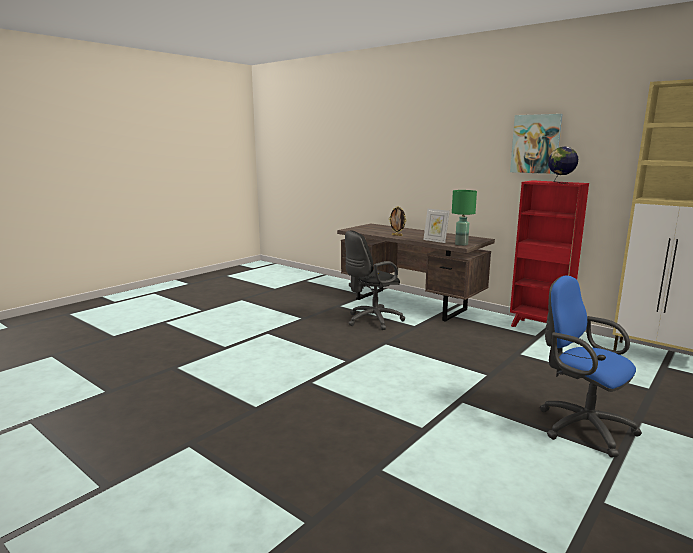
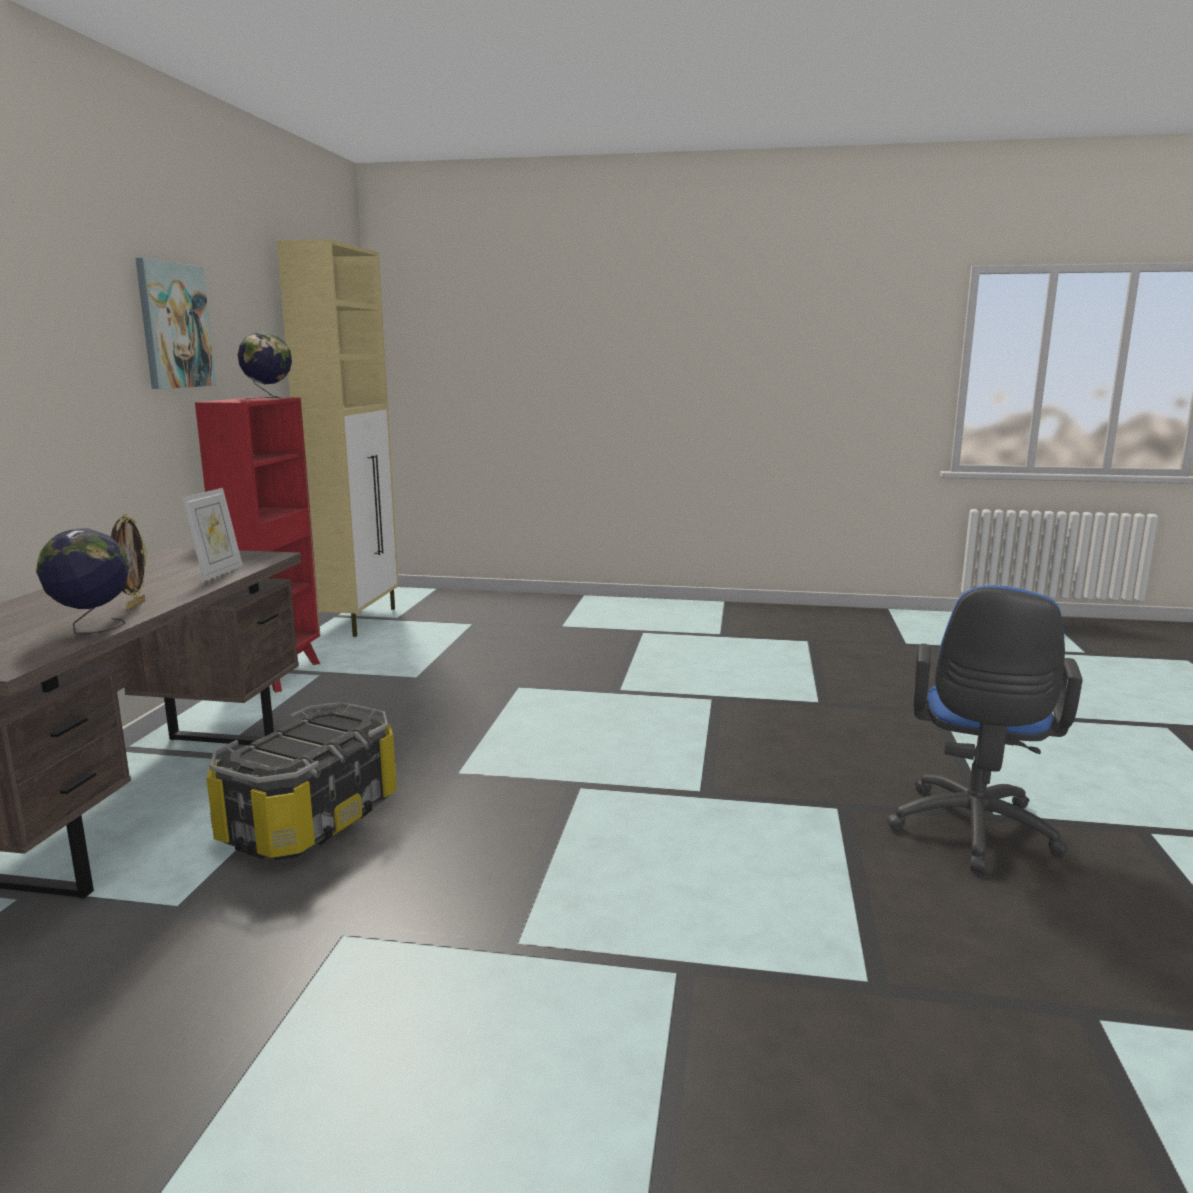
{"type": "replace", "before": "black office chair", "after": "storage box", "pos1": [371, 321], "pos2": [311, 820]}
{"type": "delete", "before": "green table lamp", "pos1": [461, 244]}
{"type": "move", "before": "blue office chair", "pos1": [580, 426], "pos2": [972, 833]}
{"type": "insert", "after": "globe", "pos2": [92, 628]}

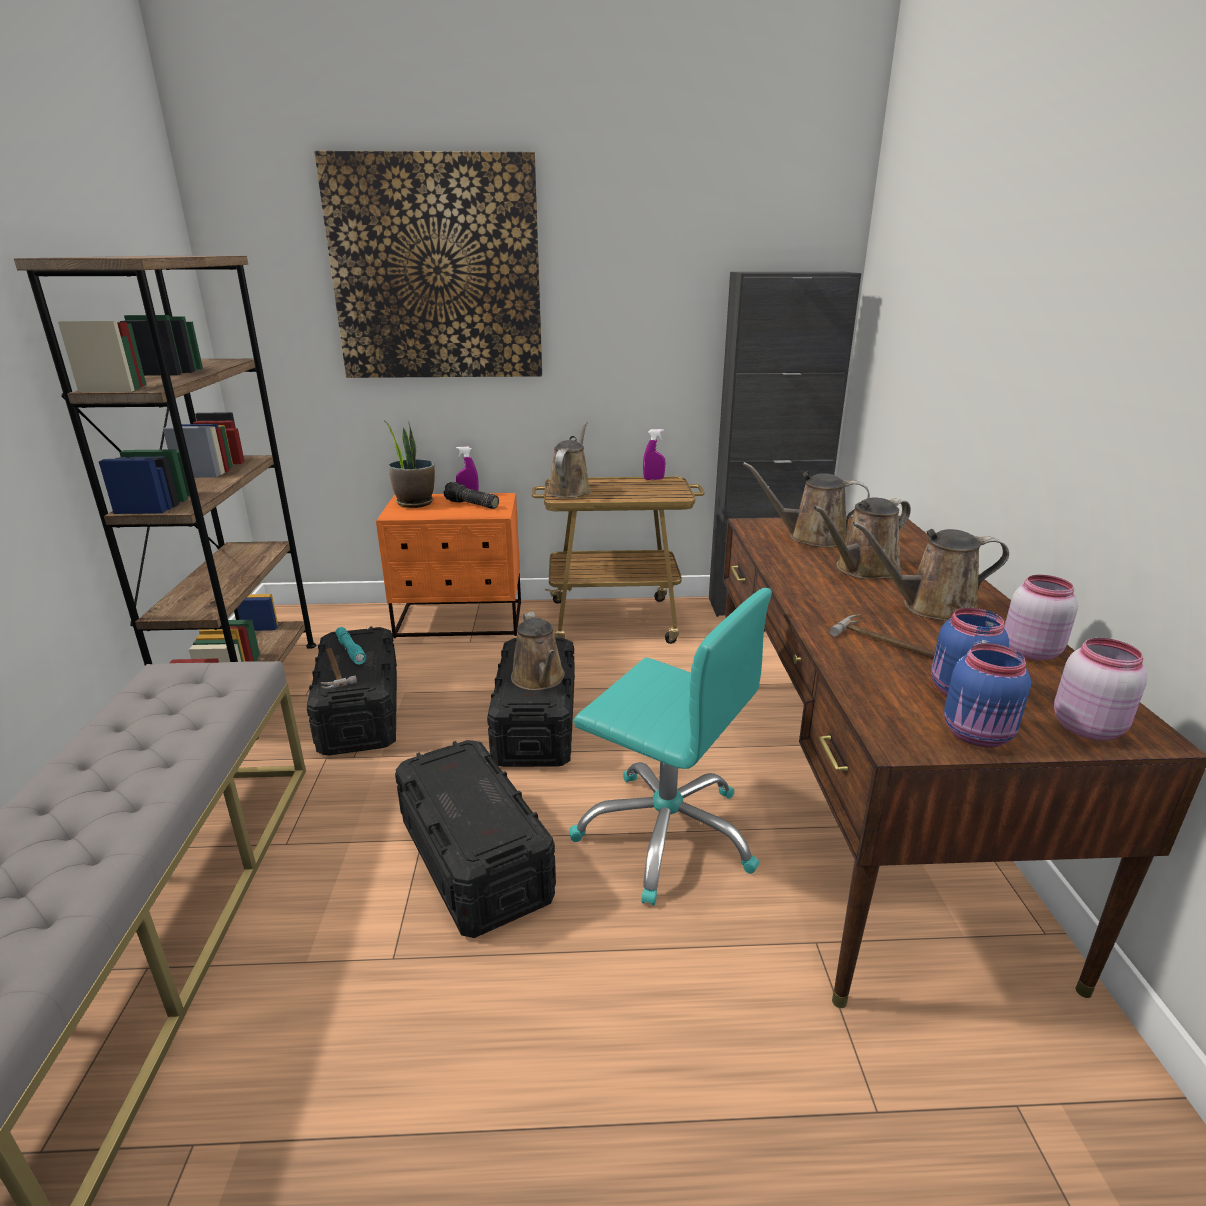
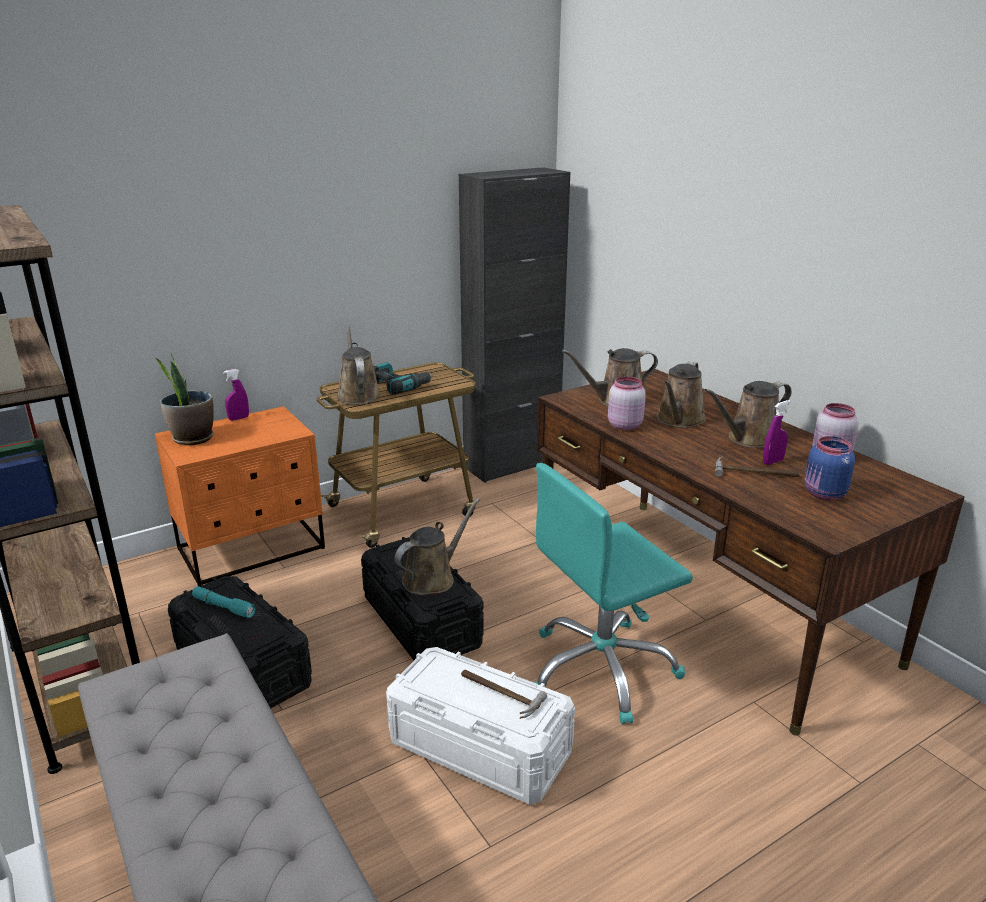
{"type": "delete", "before": "picture", "pos1": [436, 270]}
{"type": "move", "before": "hammer", "pos1": [333, 670], "pos2": [498, 693]}
{"type": "recolor", "before": "black storage box", "after": "white storage box", "pos1": [475, 859], "pos2": [479, 747]}
{"type": "delete", "before": "flashlight", "pos1": [471, 505]}
{"type": "rotate", "before": "brown watering can", "pos1": [539, 679], "pos2": [432, 578], "turn": -90}
{"type": "rotate", "before": "turquoise office chair", "pos1": [667, 833], "pos2": [602, 669], "turn": 150}
{"type": "move", "before": "purple spray bottle", "pos1": [653, 479], "pos2": [772, 462]}
{"type": "delete", "before": "blue jar", "pos1": [978, 735]}
{"type": "move", "before": "pink jar", "pos1": [1086, 726], "pos2": [624, 425]}
{"type": "insert", "after": "power drill", "pos2": [400, 386]}

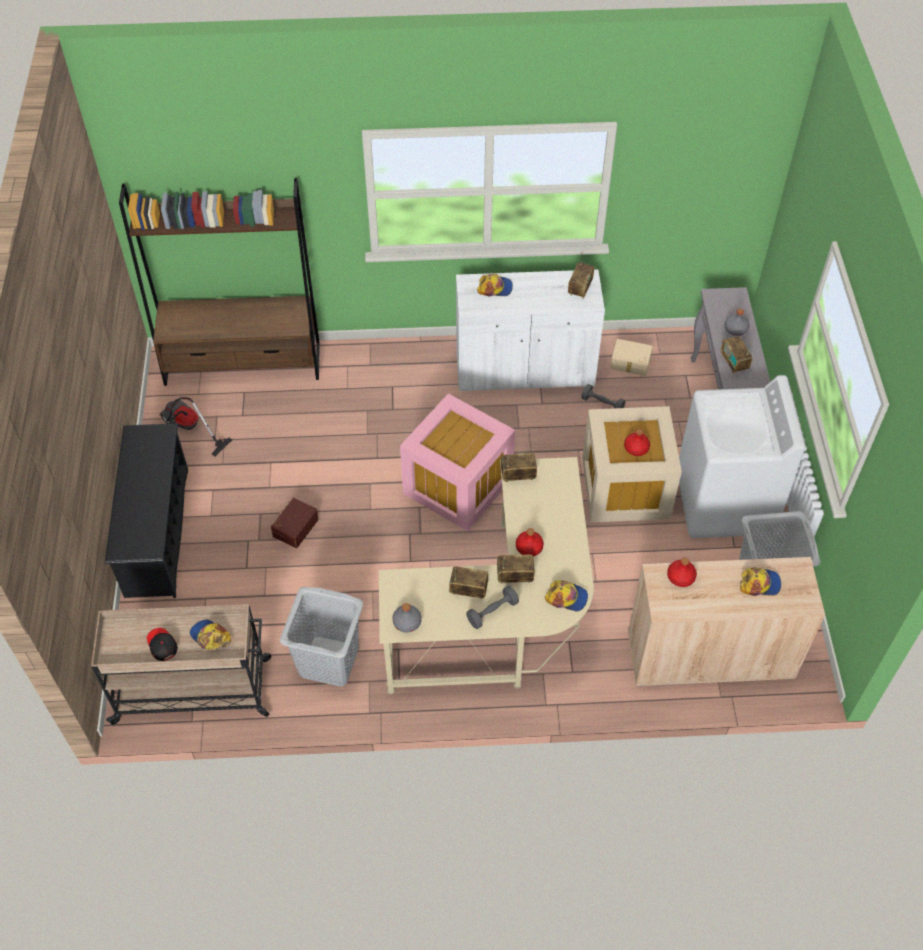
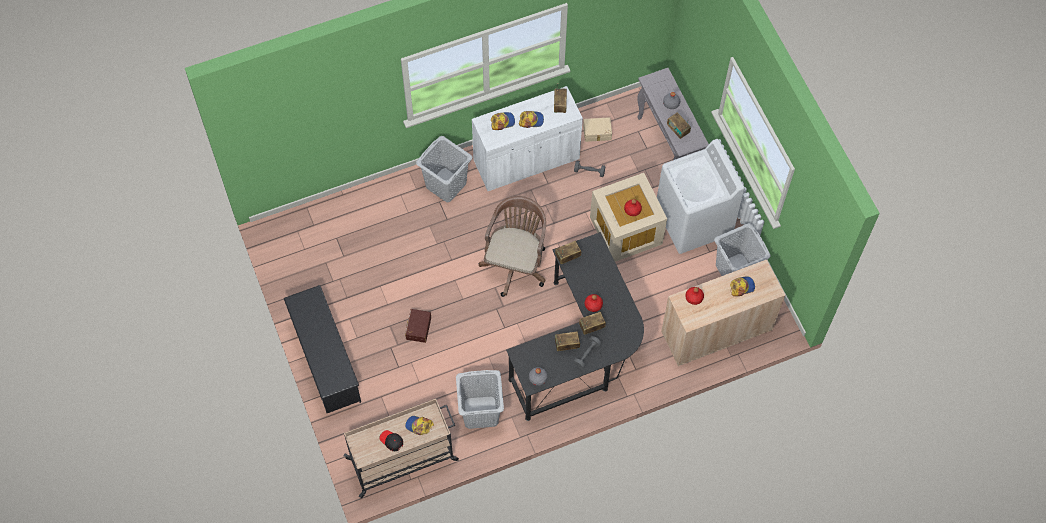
{"type": "delete", "before": "brown bookcase", "pos1": [243, 364]}
{"type": "delete", "before": "vacuum cleaner", "pos1": [188, 429]}
{"type": "recolor", "before": "beige desk", "after": "black desk", "pos1": [504, 620], "pos2": [580, 349]}
{"type": "replace", "before": "pink storage box", "after": "brown office chair", "pos1": [459, 485], "pos2": [515, 263]}
{"type": "move", "before": "cap", "pos1": [567, 597], "pos2": [531, 120]}
{"type": "insert", "after": "grey laundry basket", "pos2": [446, 184]}

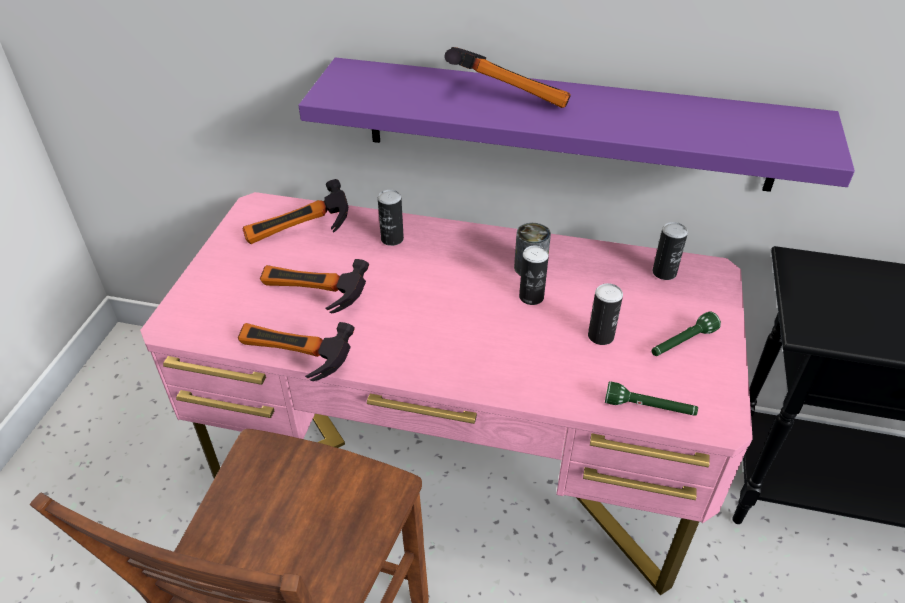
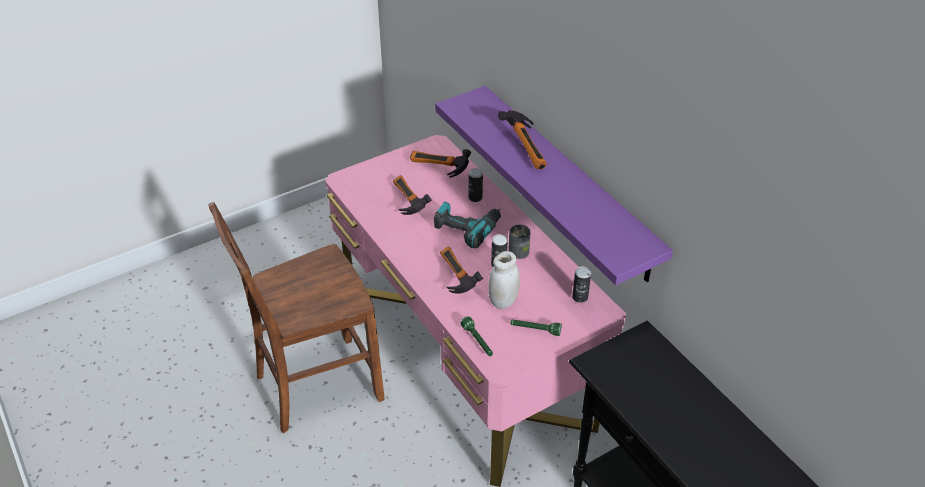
{"type": "move", "before": "hammer", "pos1": [292, 363], "pos2": [453, 278]}
{"type": "replace", "before": "can", "after": "white jar", "pos1": [600, 336], "pos2": [503, 301]}
{"type": "insert", "after": "power drill", "pos2": [467, 227]}

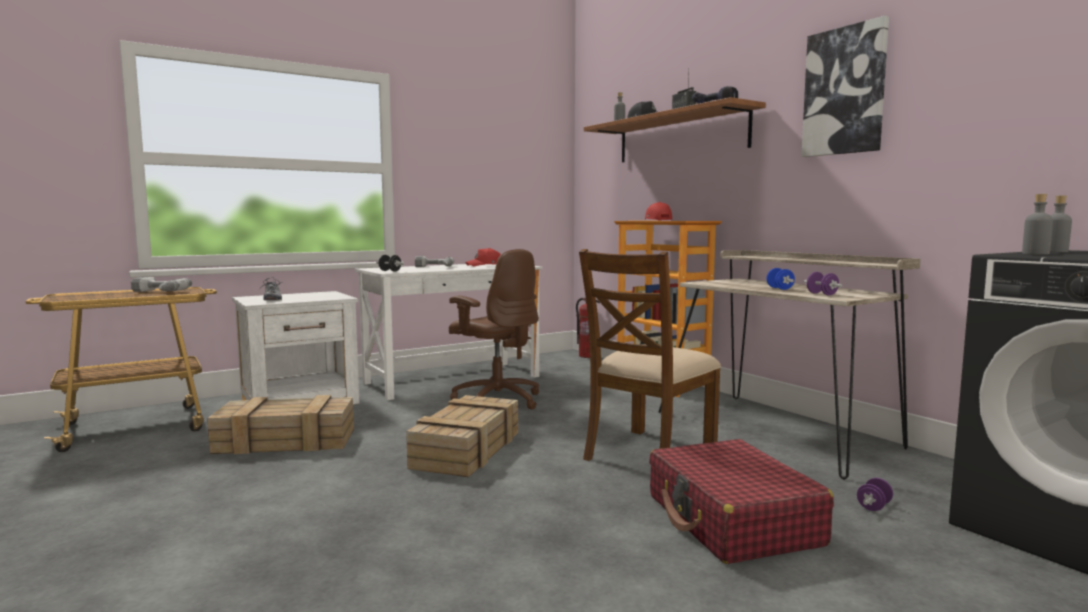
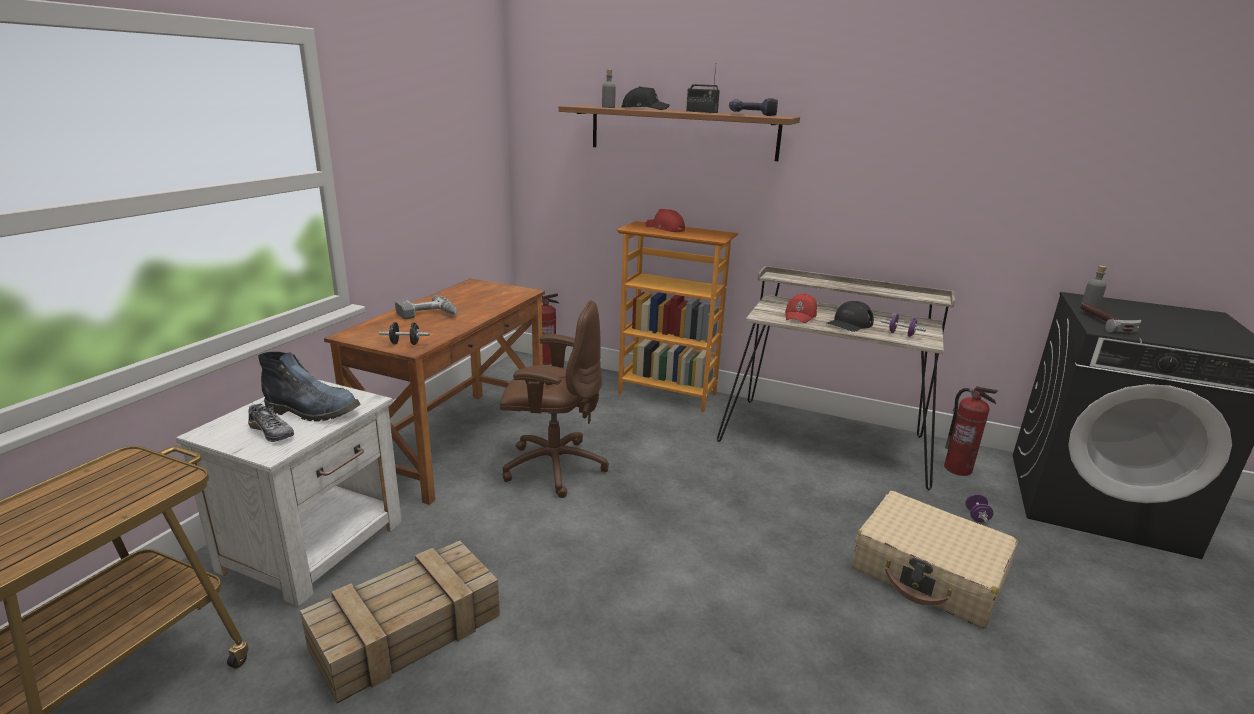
{"type": "delete", "before": "power drill", "pos1": [157, 292]}
{"type": "recolor", "before": "white desk", "after": "brown desk", "pos1": [452, 380], "pos2": [456, 442]}
{"type": "delete", "before": "crate", "pos1": [466, 450]}
{"type": "move", "before": "red cap", "pos1": [485, 265], "pos2": [801, 316]}
{"type": "delete", "before": "brown chair", "pos1": [648, 453]}
{"type": "recolor", "before": "red suitcase", "after": "beige suitcase", "pos1": [732, 520], "pos2": [929, 573]}
{"type": "replace", "before": "blue dumbbell", "after": "black cap", "pos1": [780, 288], "pos2": [849, 323]}
{"type": "delete", "before": "picture", "pos1": [844, 91]}
{"type": "replace", "before": "grey bottle", "after": "hammer", "pos1": [1035, 254], "pos2": [1106, 322]}
{"type": "insert", "after": "boot", "pos2": [314, 411]}
{"type": "insert", "after": "fire extinguisher", "pos2": [958, 469]}

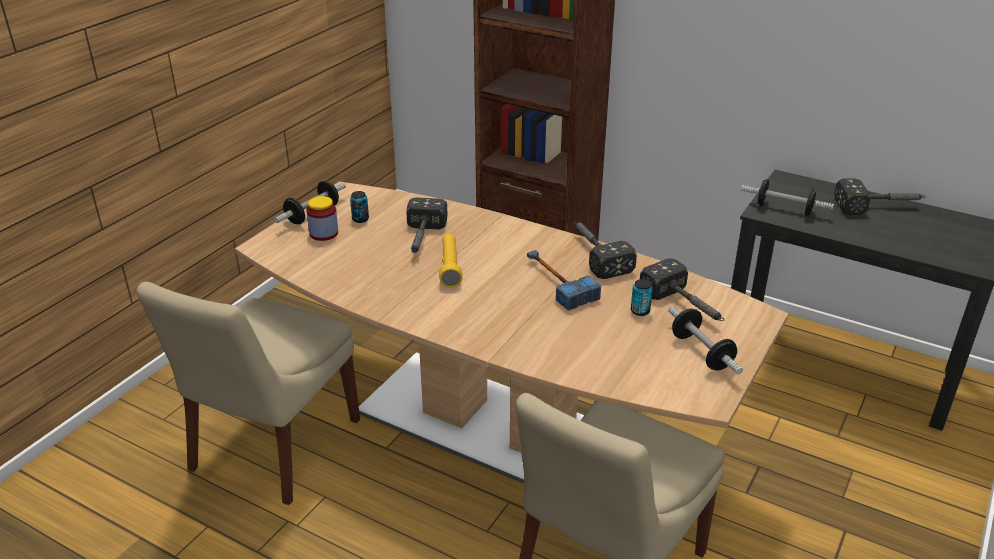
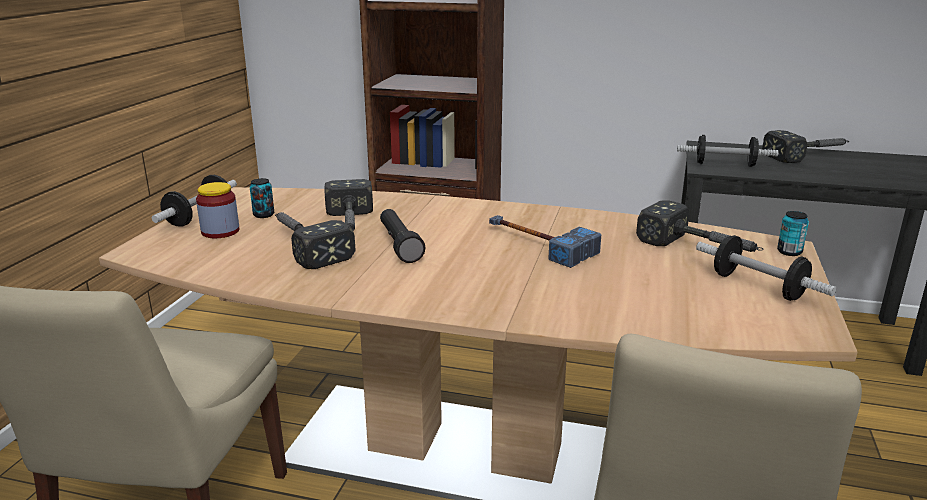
{"type": "recolor", "before": "yellow flashlight", "after": "black flashlight", "pos1": [450, 267], "pos2": [399, 245]}
{"type": "move", "before": "hammer", "pos1": [595, 253], "pos2": [304, 245]}
{"type": "move", "before": "can", "pos1": [640, 311], "pos2": [789, 252]}

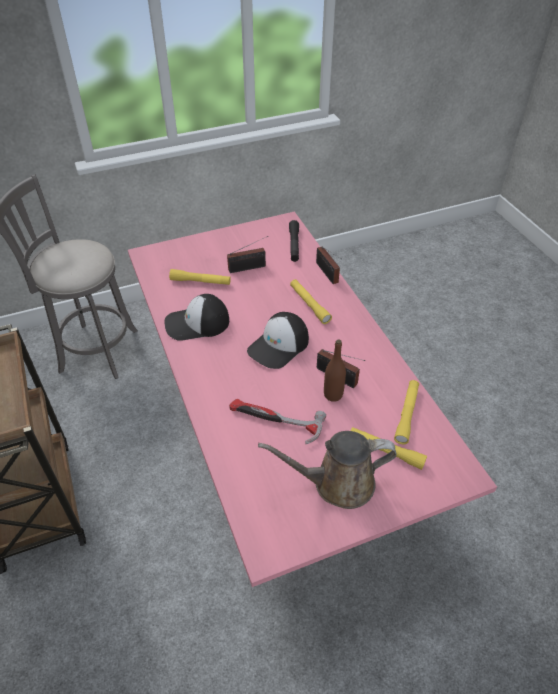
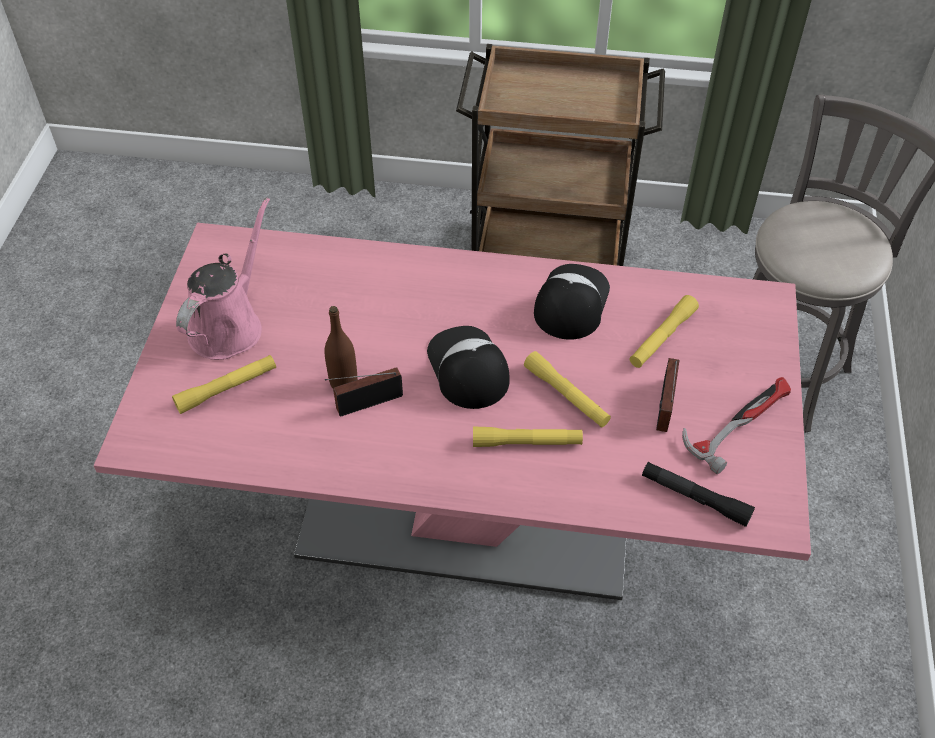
{"type": "move", "before": "hammer", "pos1": [274, 421], "pos2": [738, 421]}
{"type": "recolor", "before": "brown watering can", "after": "pink watering can", "pos1": [337, 483], "pos2": [229, 325]}
{"type": "delete", "before": "radio", "pos1": [327, 274]}
{"type": "move", "before": "yellow flashlight", "pos1": [406, 414], "pos2": [566, 395]}

